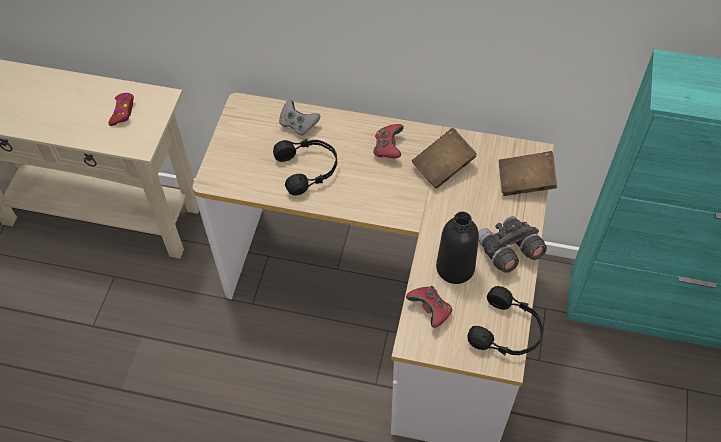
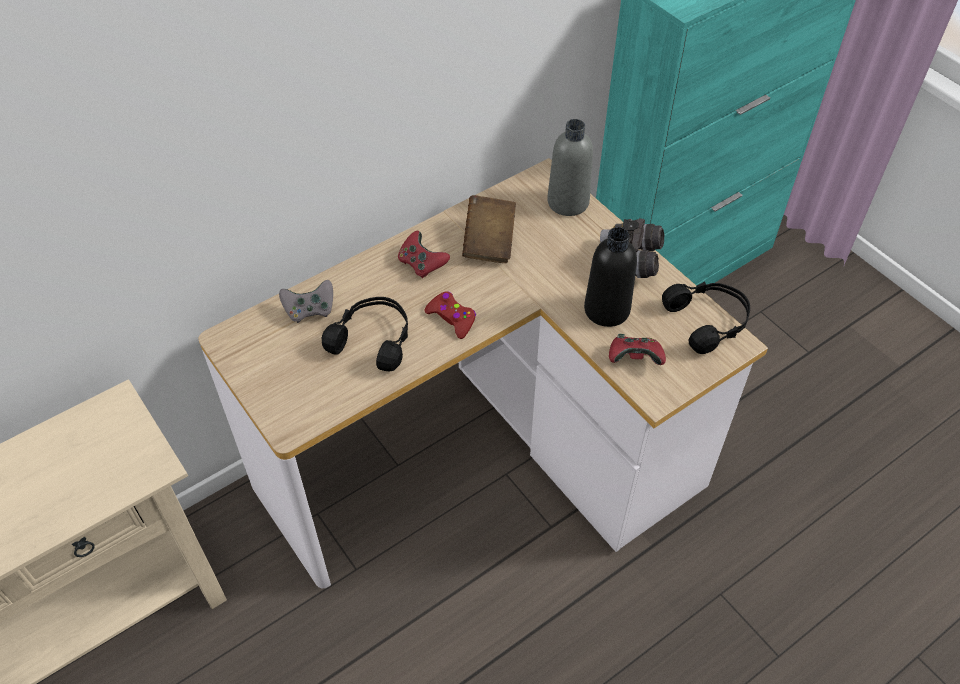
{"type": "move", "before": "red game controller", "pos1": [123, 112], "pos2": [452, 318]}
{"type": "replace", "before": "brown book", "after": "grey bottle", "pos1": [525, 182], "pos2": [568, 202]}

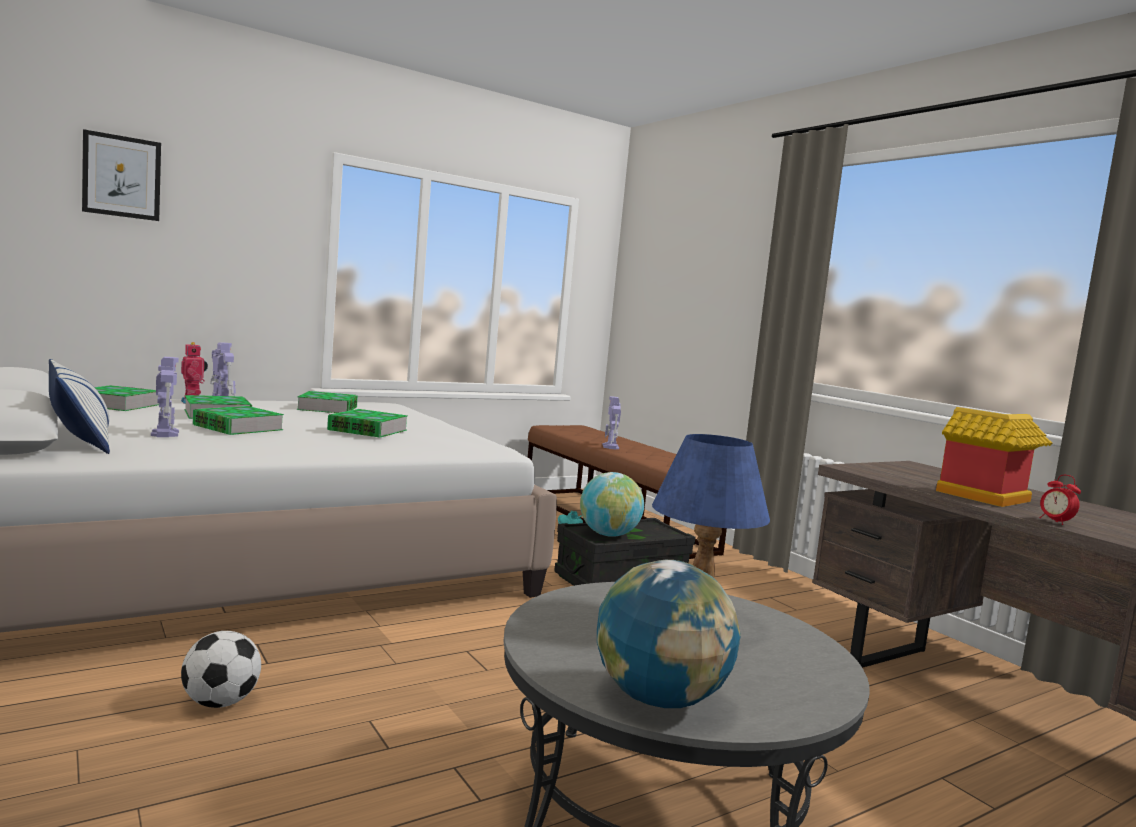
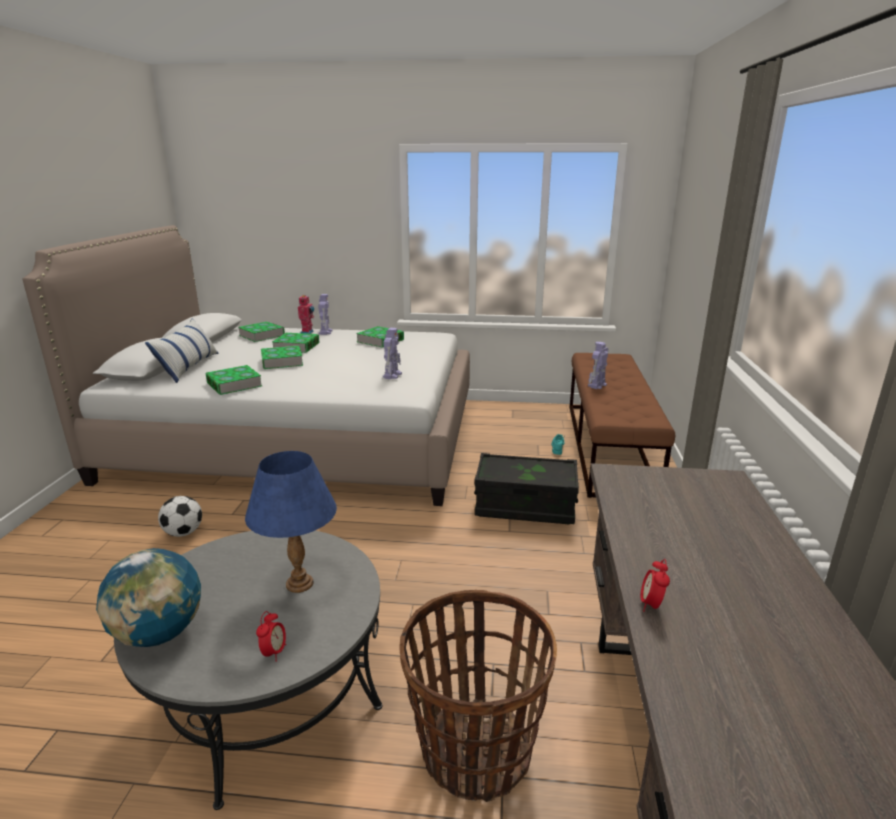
{"type": "delete", "before": "picture", "pos1": [122, 176]}
{"type": "move", "before": "toy robot", "pos1": [165, 433], "pos2": [392, 375]}
{"type": "move", "before": "book", "pos1": [368, 430], "pos2": [234, 384]}
{"type": "delete", "before": "globe", "pos1": [608, 535]}
{"type": "delete", "before": "toy house", "pos1": [984, 498]}
{"type": "insert", "after": "alarm clock", "pos2": [274, 652]}
{"type": "insert", "after": "basket", "pos2": [474, 751]}

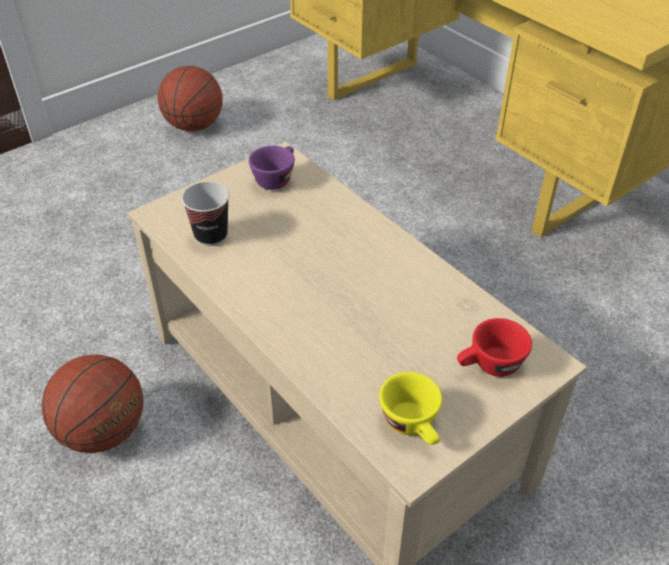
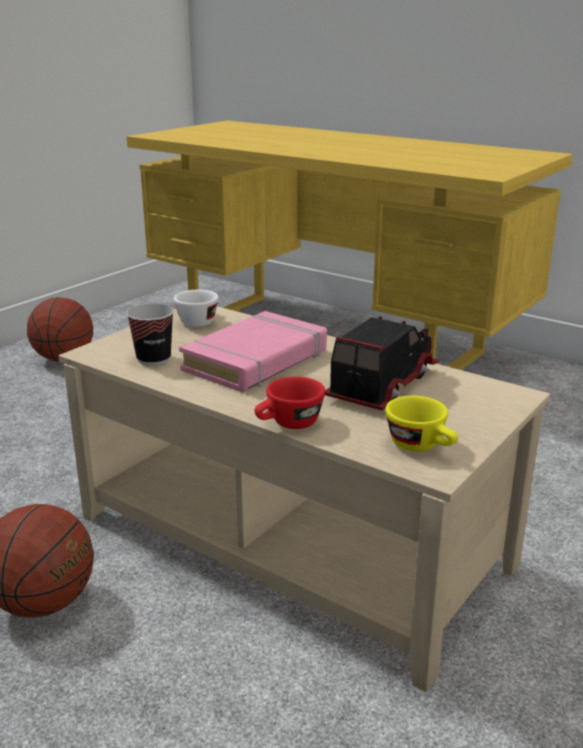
{"type": "recolor", "before": "purple cup", "after": "white cup", "pos1": [276, 178], "pos2": [199, 321]}
{"type": "move", "before": "red cup", "pos1": [489, 366], "pos2": [289, 424]}
{"type": "insert", "after": "pink book", "pos2": [256, 360]}
{"type": "insert", "after": "toy truck", "pos2": [380, 384]}

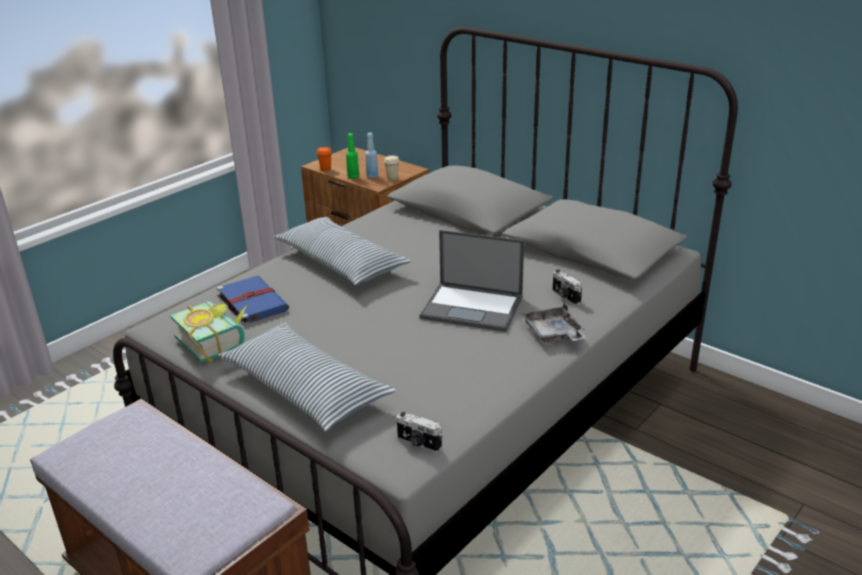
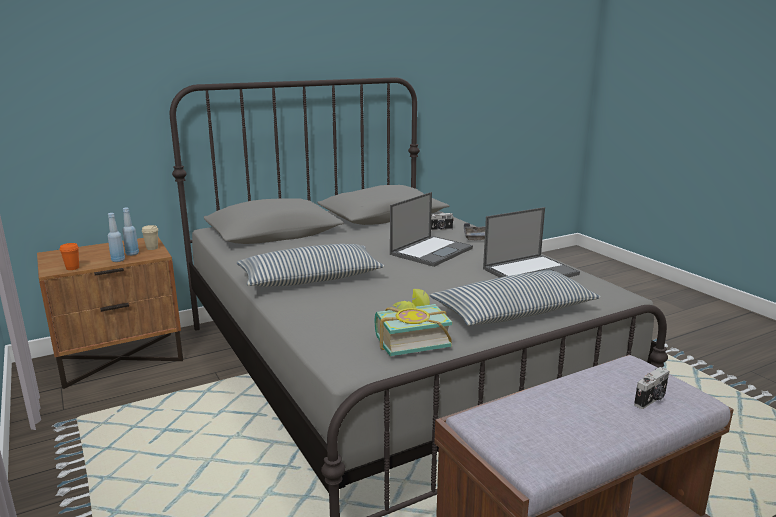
{"type": "delete", "before": "blue book", "pos1": [251, 302]}
{"type": "recolor", "before": "green bottle", "after": "blue bottle", "pos1": [353, 177], "pos2": [118, 260]}
{"type": "move", "before": "photo camera", "pos1": [418, 443], "pos2": [651, 400]}
{"type": "insert", "after": "laptop", "pos2": [531, 271]}

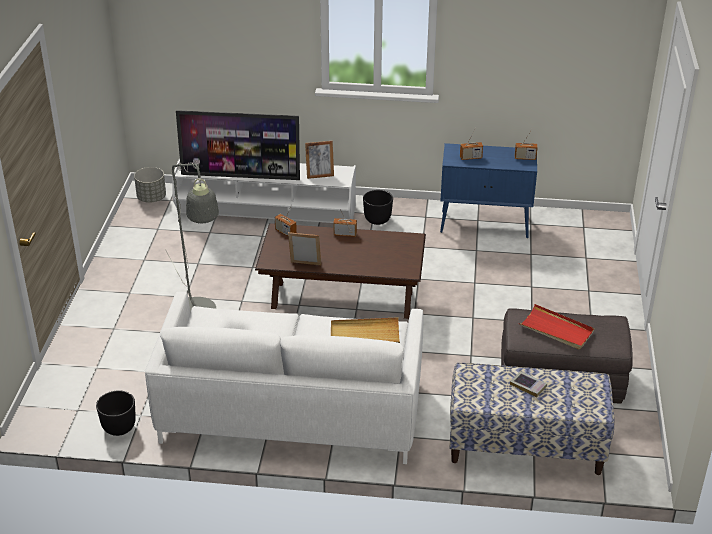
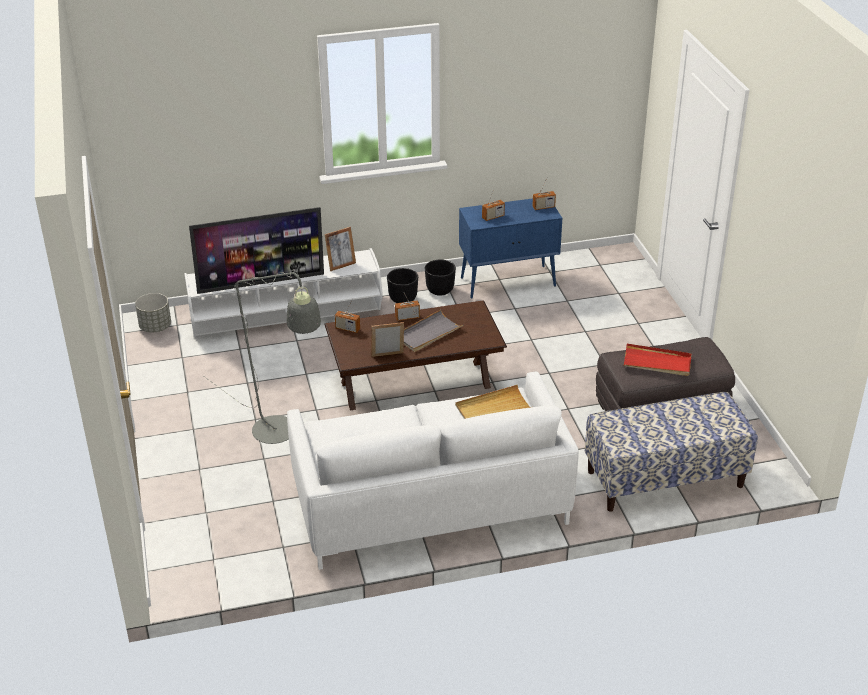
{"type": "move", "before": "black planter", "pos1": [118, 428], "pos2": [440, 291]}
{"type": "delete", "before": "book", "pos1": [528, 386]}
{"type": "insert", "after": "grey tray", "pos2": [428, 333]}

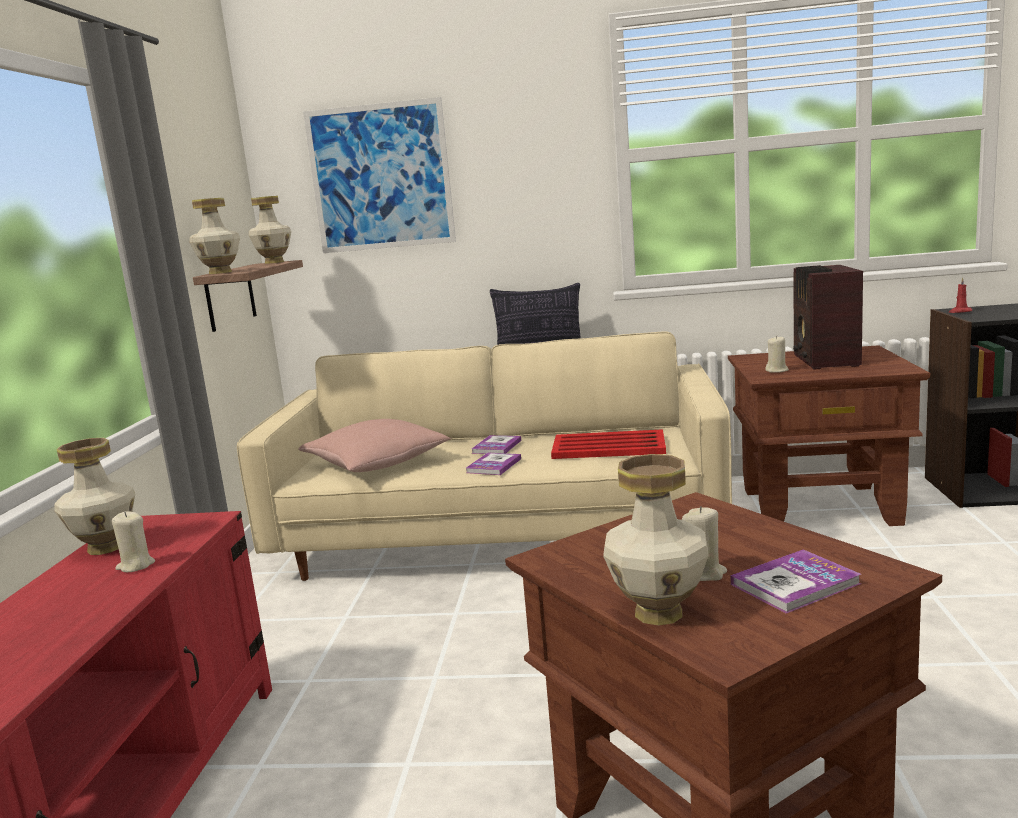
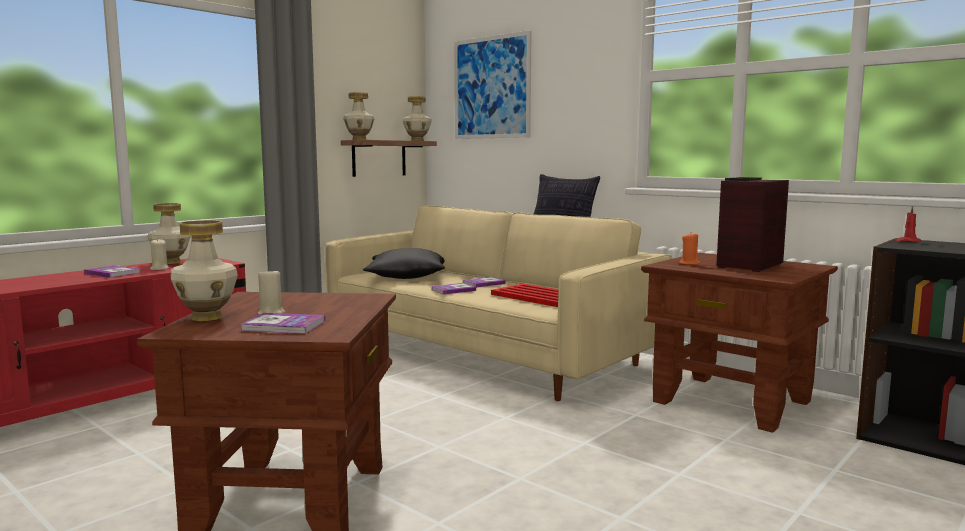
{"type": "recolor", "before": "pink pillow", "after": "black pillow", "pos1": [376, 465], "pos2": [407, 277]}
{"type": "recolor", "before": "beige candle", "after": "orange candle", "pos1": [777, 370], "pos2": [689, 263]}
{"type": "insert", "after": "book", "pos2": [112, 273]}

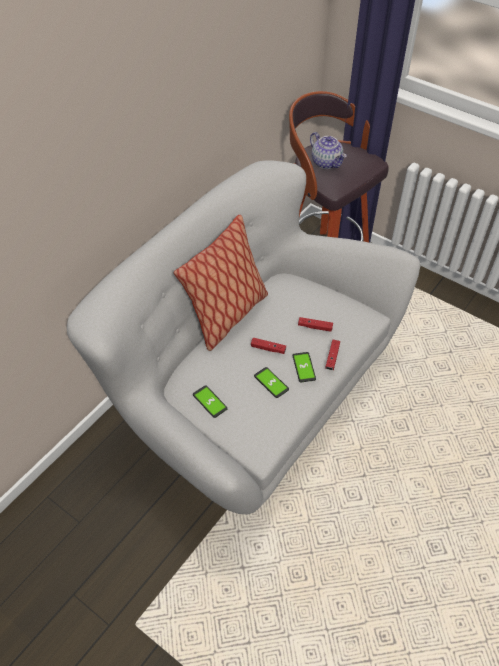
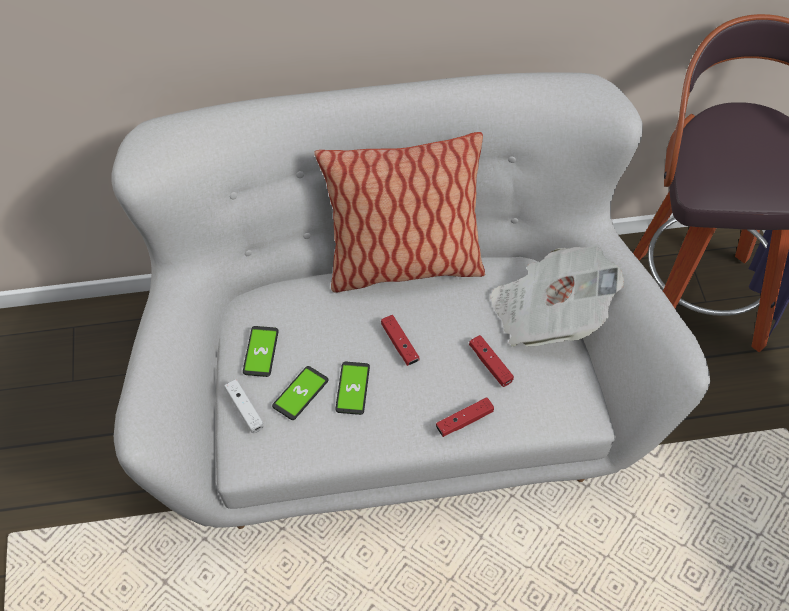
{"type": "move", "before": "phone", "pos1": [304, 367], "pos2": [300, 393]}
{"type": "delete", "before": "teapot", "pos1": [327, 163]}
{"type": "insert", "after": "white game controller", "pos2": [244, 410]}
{"type": "insert", "after": "newspaper", "pos2": [549, 314]}

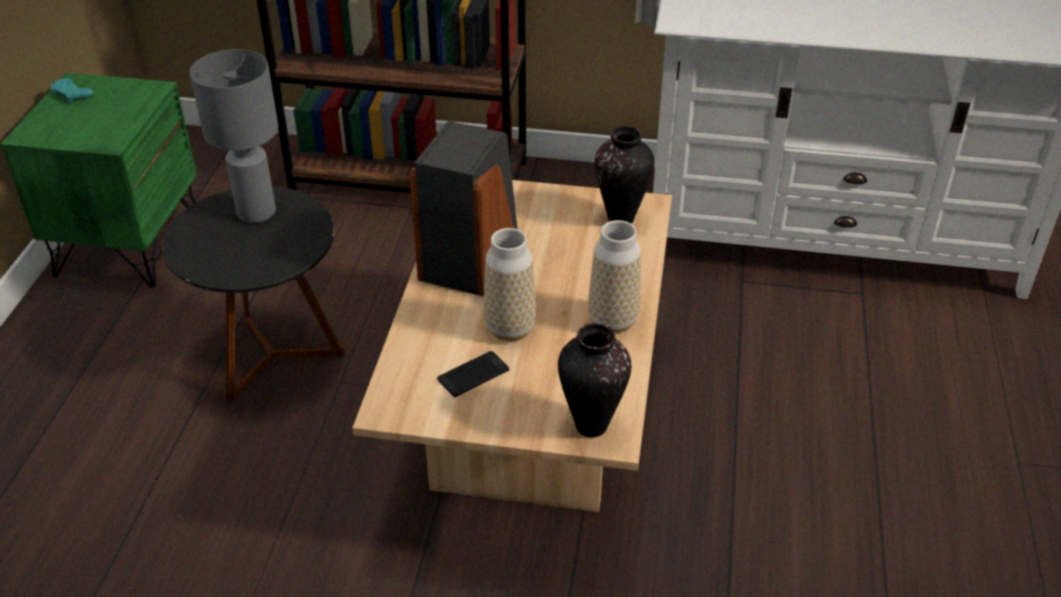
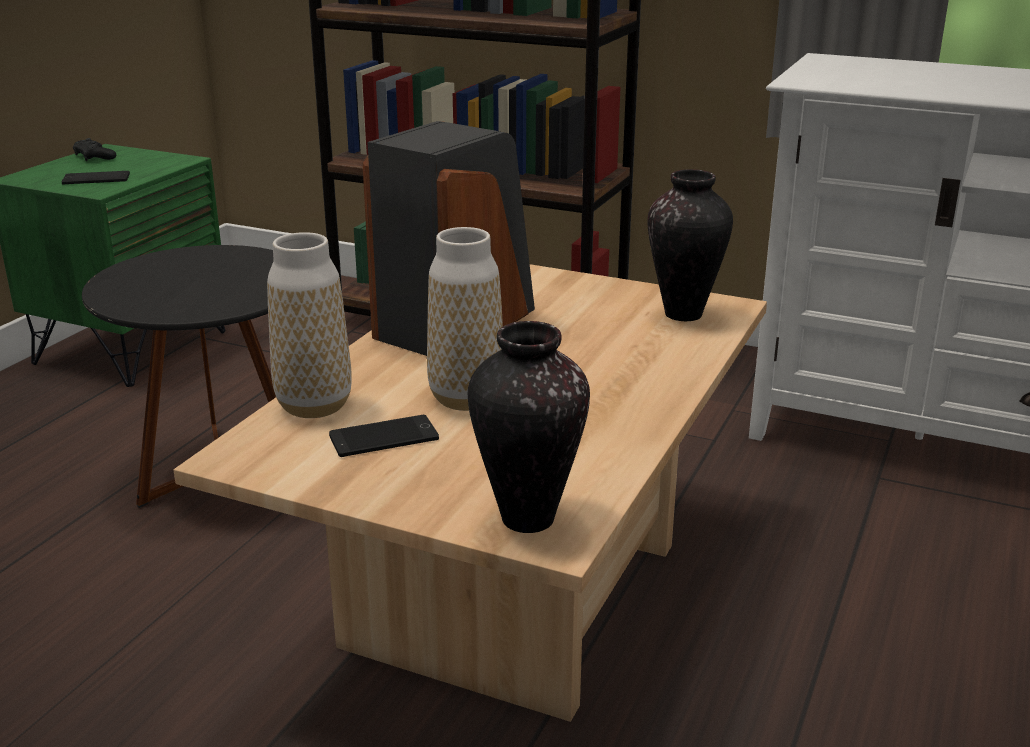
{"type": "recolor", "before": "turquoise game controller", "after": "black game controller", "pos1": [72, 94], "pos2": [94, 157]}
{"type": "delete", "before": "grey table lamp", "pos1": [257, 213]}
{"type": "move", "before": "vase", "pos1": [613, 321], "pos2": [314, 406]}
{"type": "insert", "after": "phone", "pos2": [96, 179]}

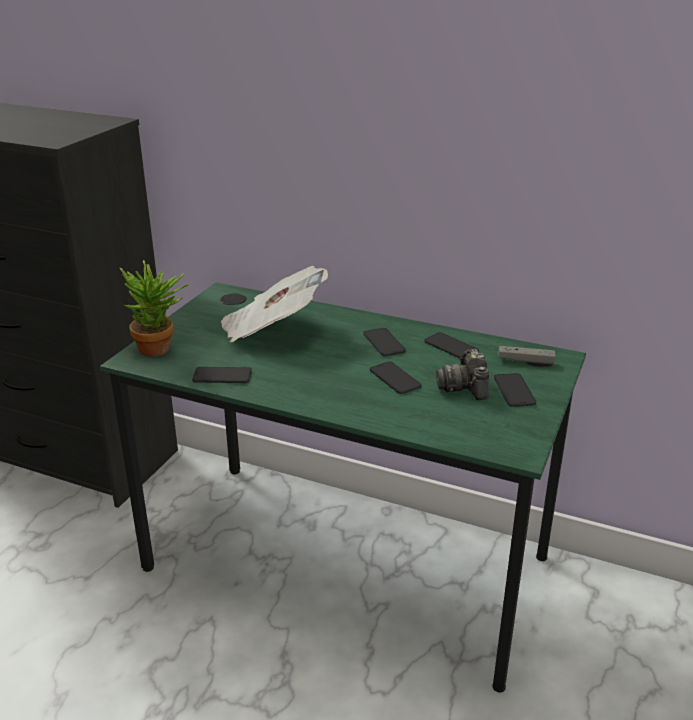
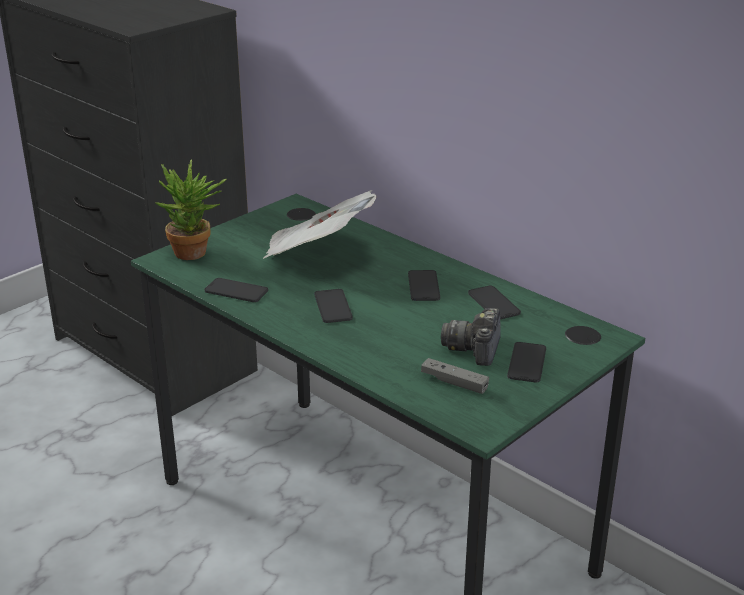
{"type": "move", "before": "phone", "pos1": [395, 378], "pos2": [333, 306]}
{"type": "move", "before": "grey game controller", "pos1": [525, 361], "pos2": [454, 382]}

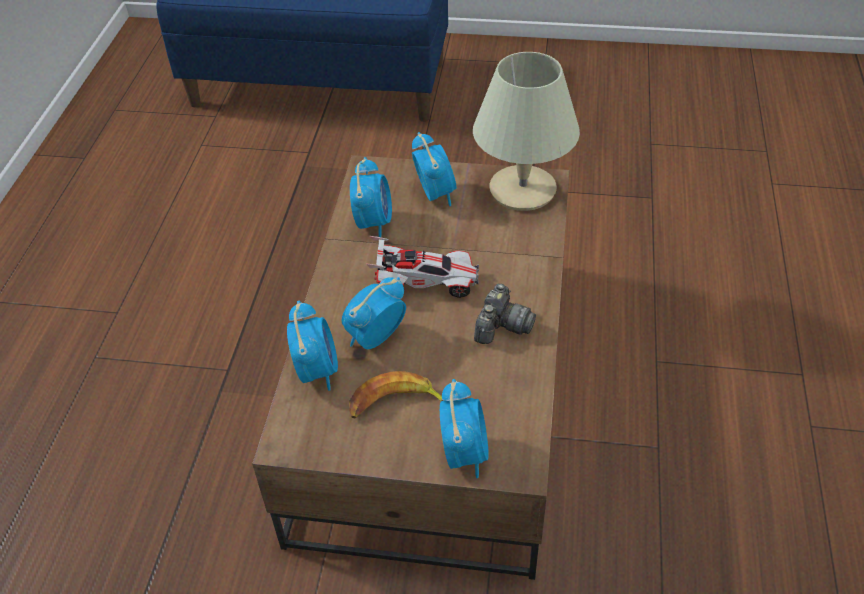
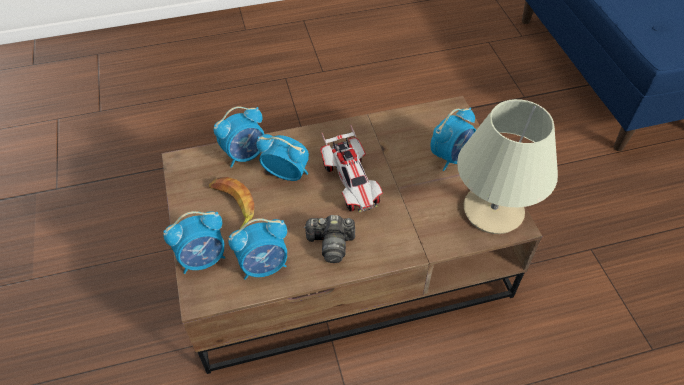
{"type": "move", "before": "alarm clock", "pos1": [373, 222], "pos2": [264, 265]}

